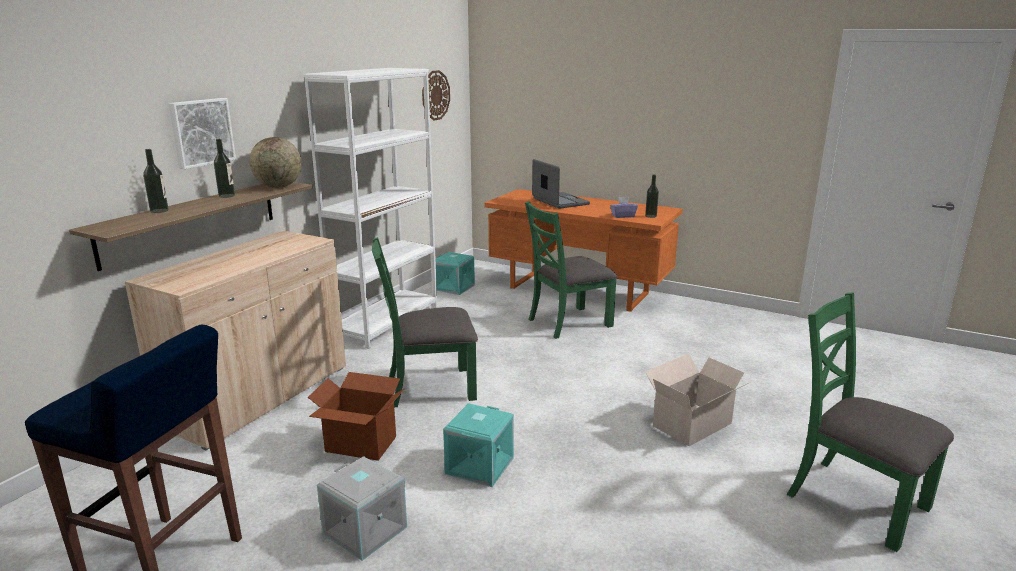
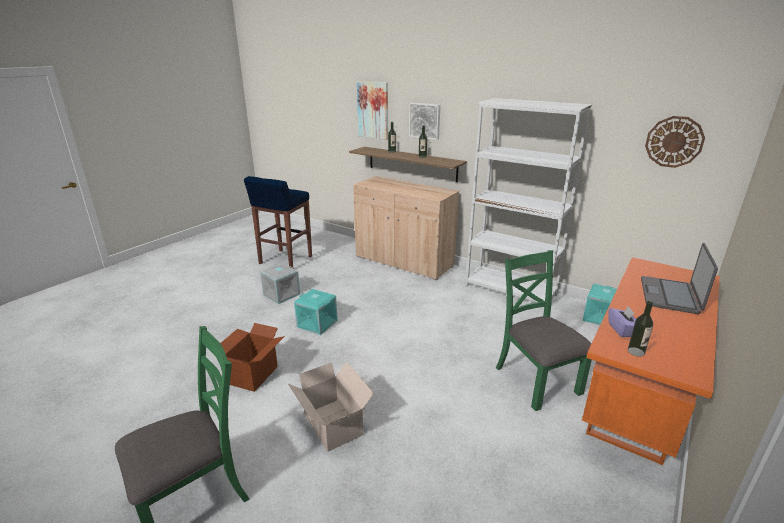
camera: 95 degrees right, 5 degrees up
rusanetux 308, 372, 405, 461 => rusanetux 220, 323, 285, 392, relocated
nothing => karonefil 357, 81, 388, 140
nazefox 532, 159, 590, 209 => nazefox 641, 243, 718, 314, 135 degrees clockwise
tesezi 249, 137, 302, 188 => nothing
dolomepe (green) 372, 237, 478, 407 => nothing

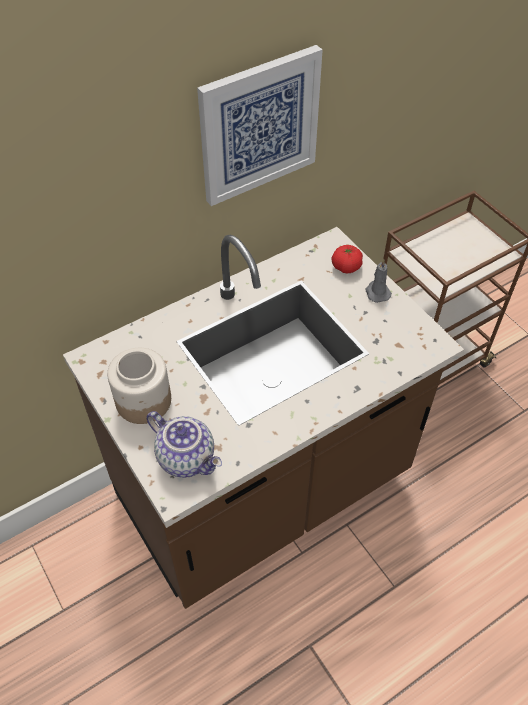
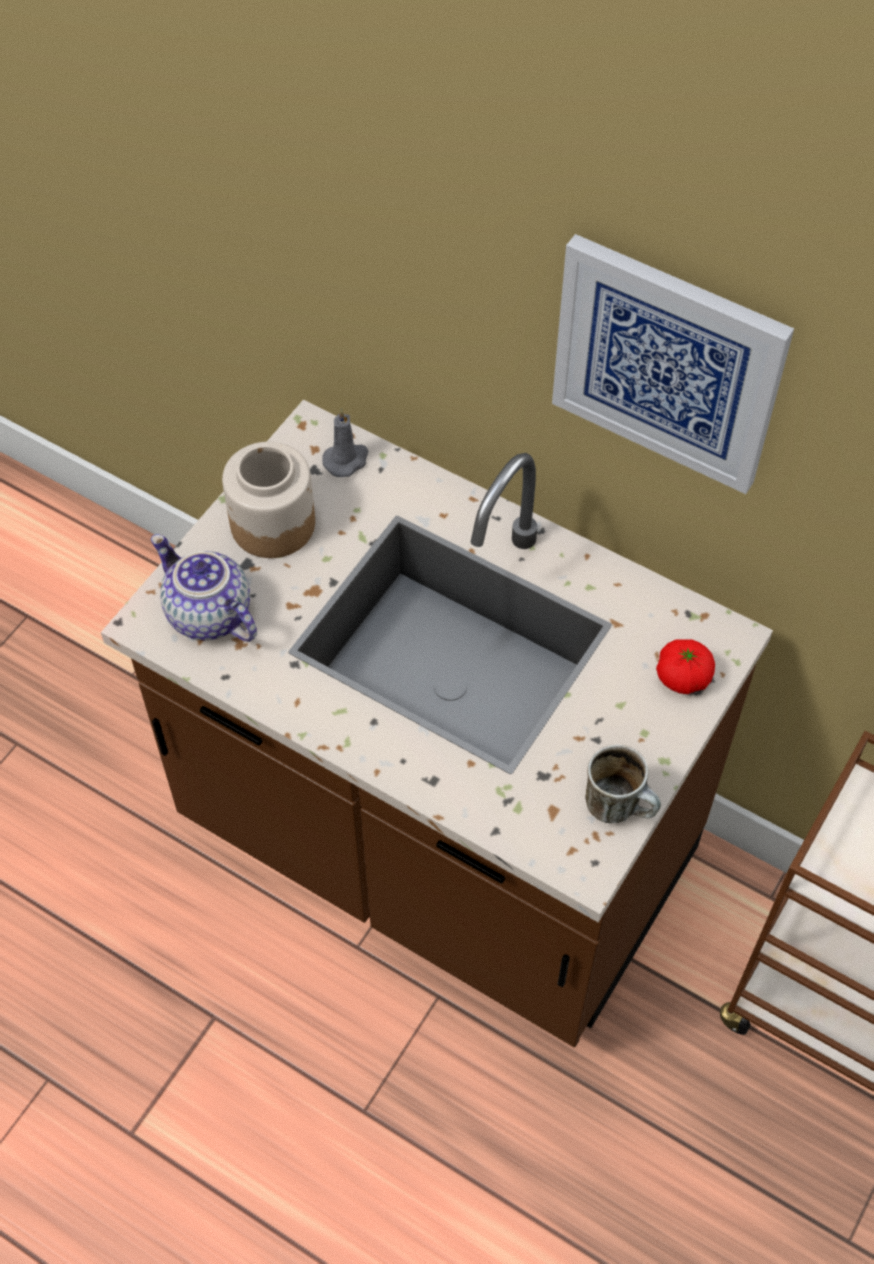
camera: 65 degrees right, 5 degrees up
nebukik 146, 411, 222, 478 => nebukik 151, 534, 257, 642, 120 degrees clockwise
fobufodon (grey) 366, 259, 392, 303 => fobufodon (grey) 322, 408, 369, 477, relocated
nothing => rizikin 585, 744, 661, 823

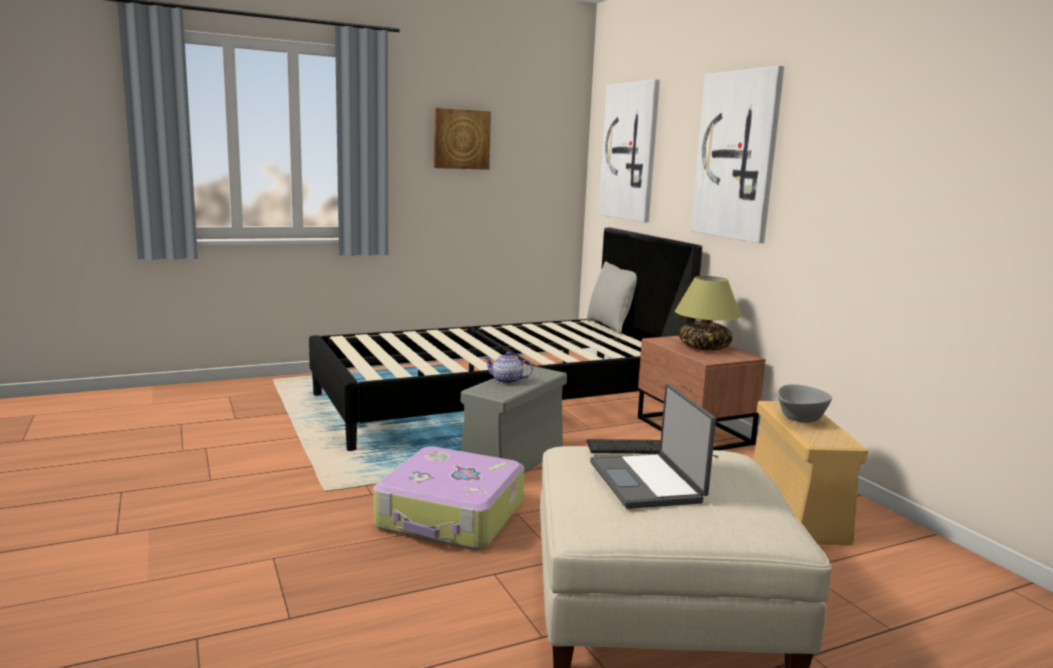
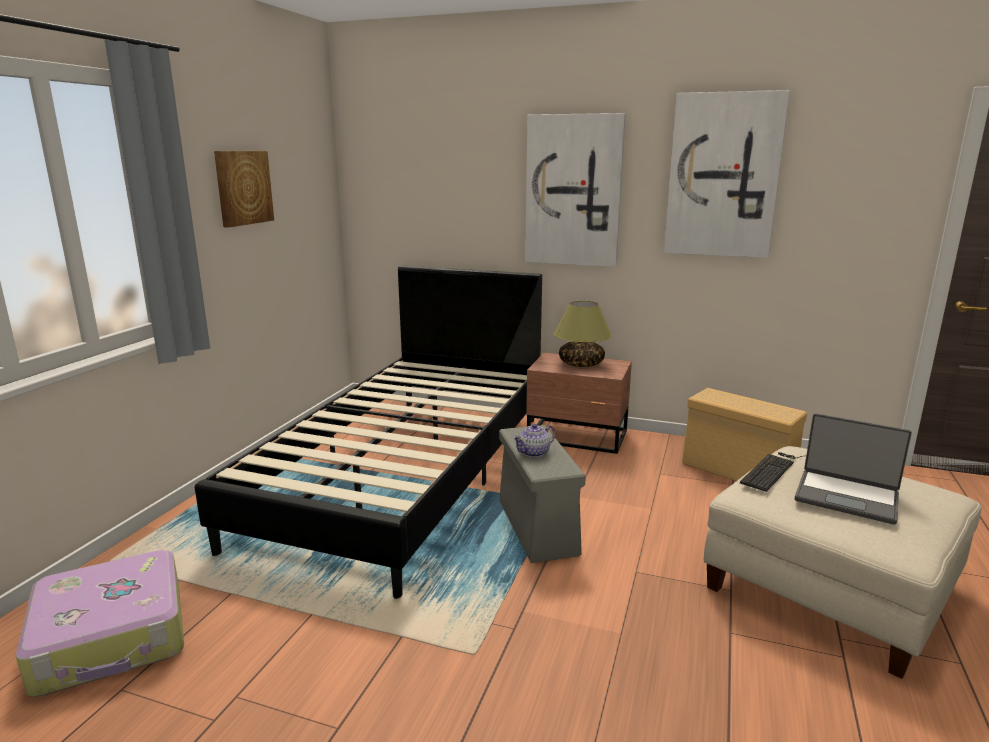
camera: 45 degrees left, 5 degrees up
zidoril 373, 446, 524, 549 => zidoril 16, 550, 184, 697, relocated
karonefil 598, 79, 660, 223 => karonefil 664, 90, 790, 258, relocated
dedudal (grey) 586, 261, 637, 334 => nothing
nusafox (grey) 777, 384, 832, 423 => nothing

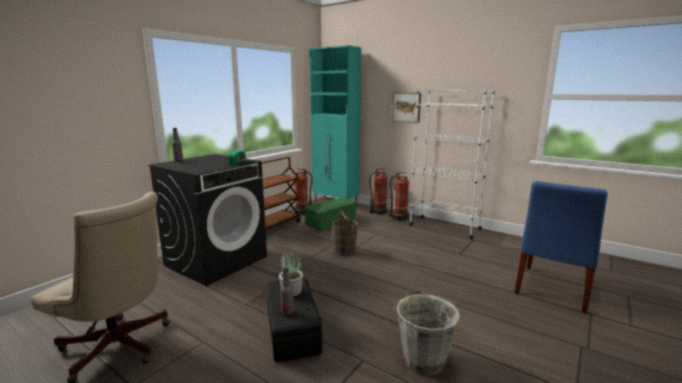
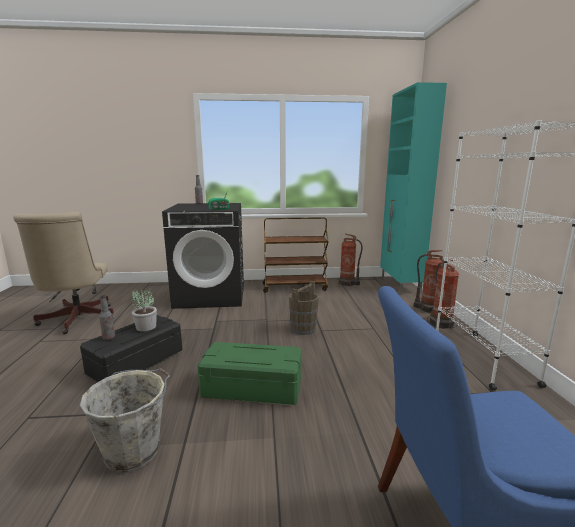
camera: 50 degrees right, 0 degrees up
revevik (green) 305, 197, 356, 231 => revevik (green) 197, 342, 301, 405, relocated
karonefil 392, 93, 421, 123 => nothing

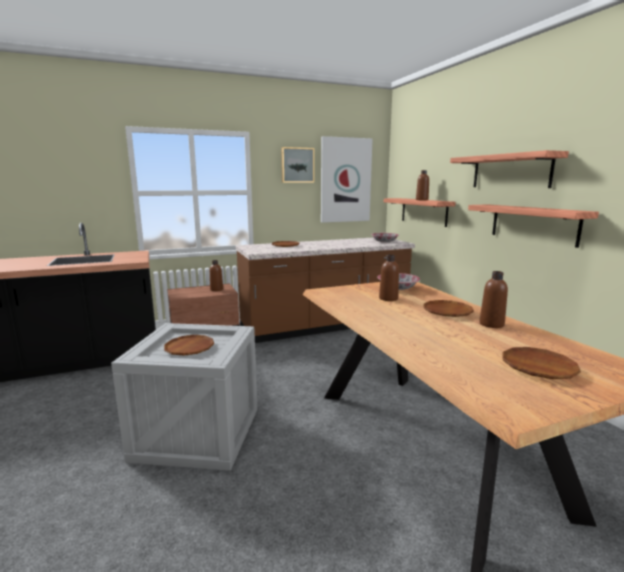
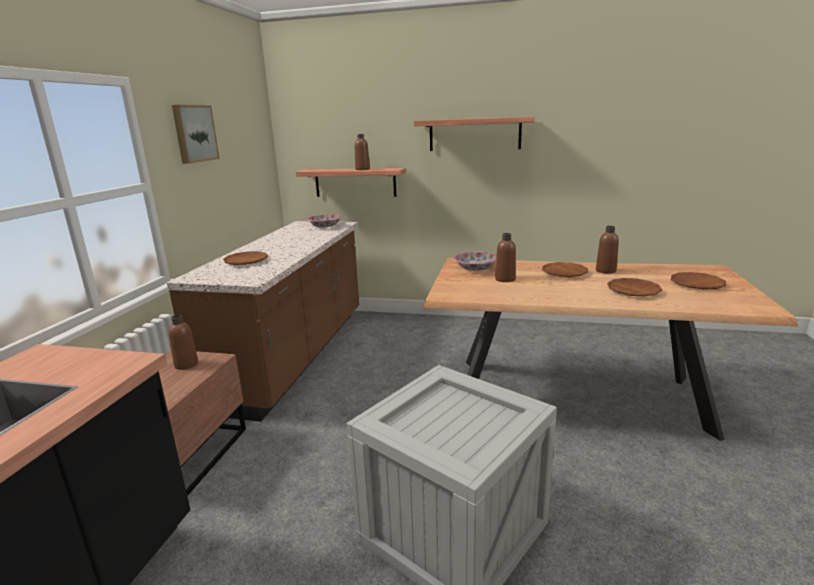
camera: 55 degrees left, 5 degrees up
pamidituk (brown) 164, 335, 214, 356 => pamidituk (brown) 607, 278, 662, 296, relocated
karonefil 321, 136, 373, 223 => nothing
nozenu 468, 204, 599, 248 => nothing

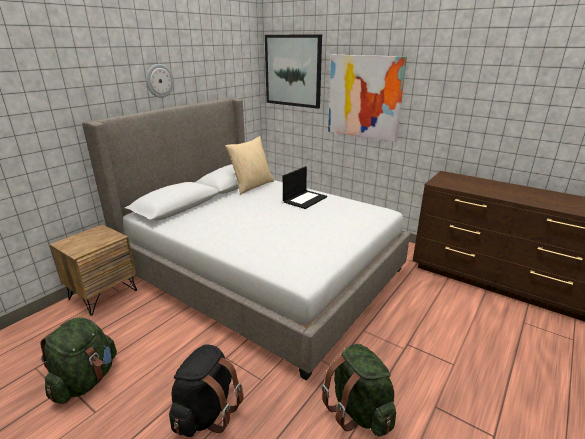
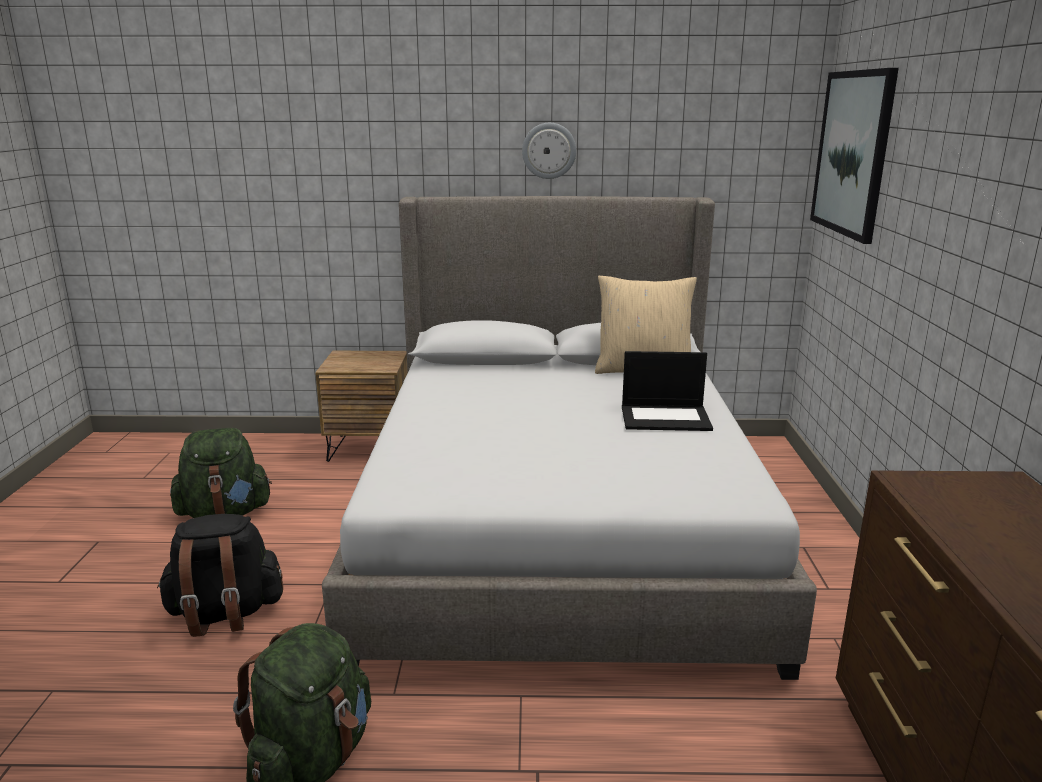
camera: 55 degrees right, 5 degrees down
karonefil 328, 55, 407, 142 => nothing

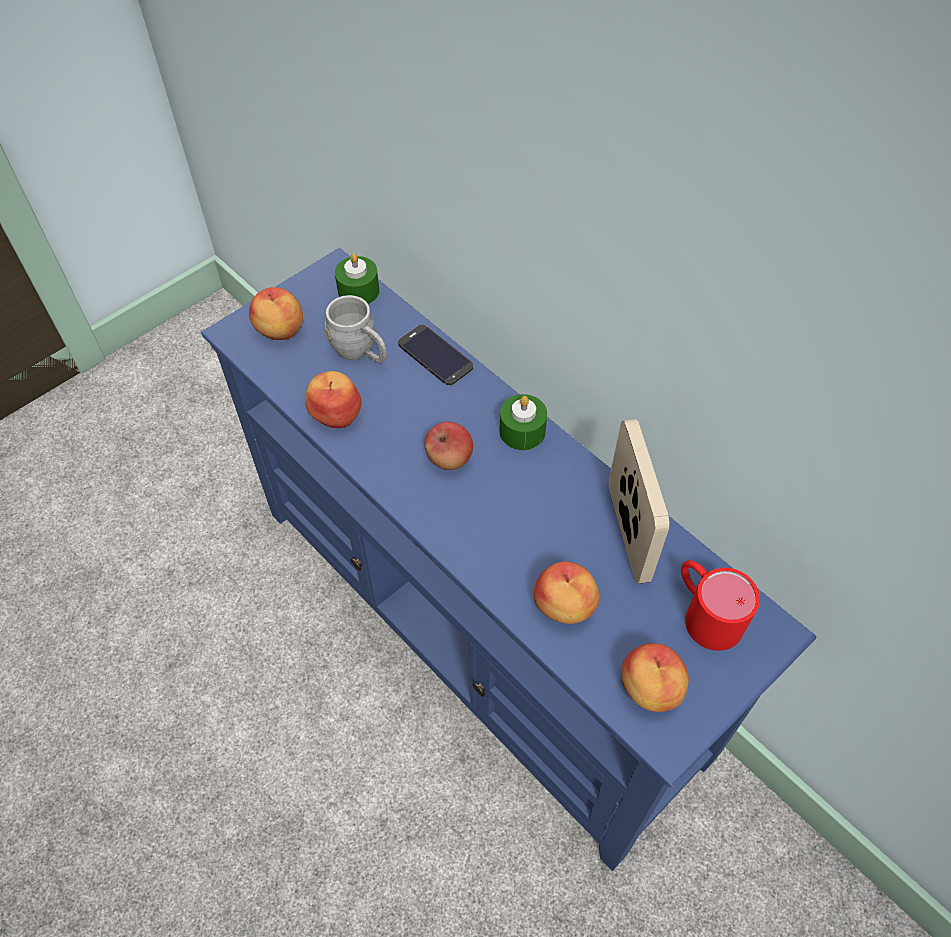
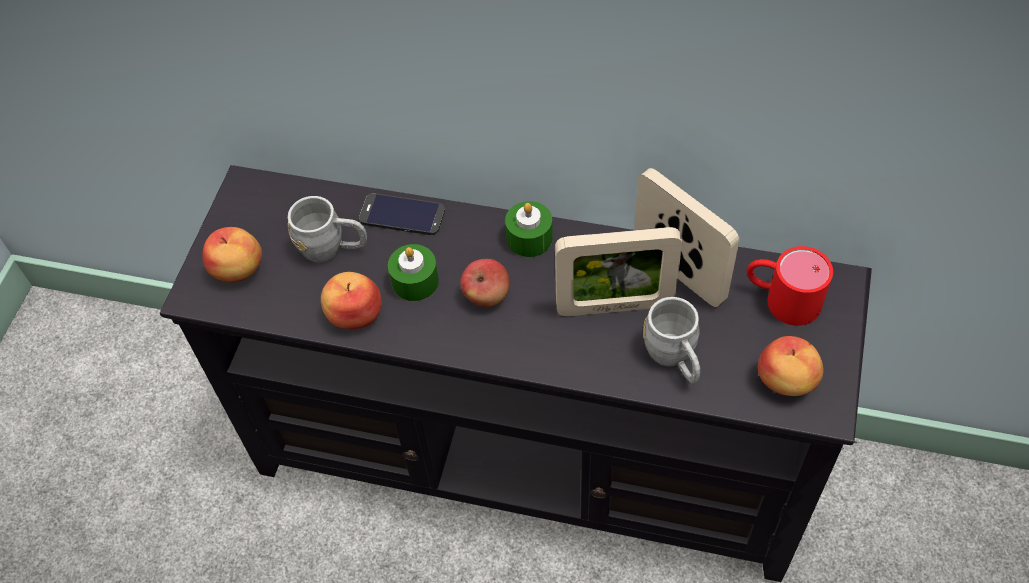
camera: 30 degrees left, 0 degrees up
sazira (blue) 201, 248, 816, 871 => sazira (black) 160, 165, 872, 582
fobufodon (green) 335, 253, 379, 304 => fobufodon (green) 388, 244, 439, 301, relocated
nothing => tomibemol 555, 227, 682, 316
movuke 534, 561, 599, 624 => rizikin (grey) 643, 297, 700, 384

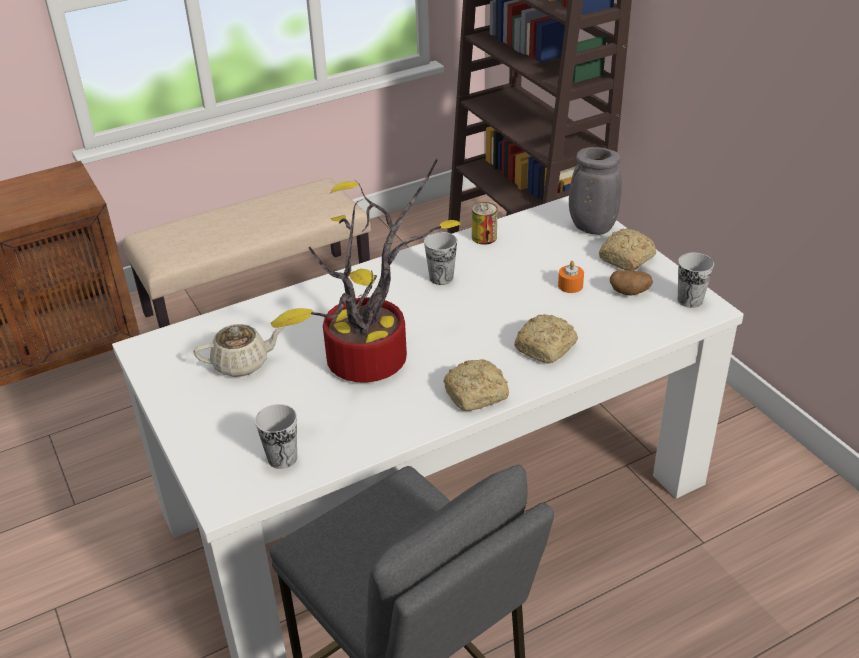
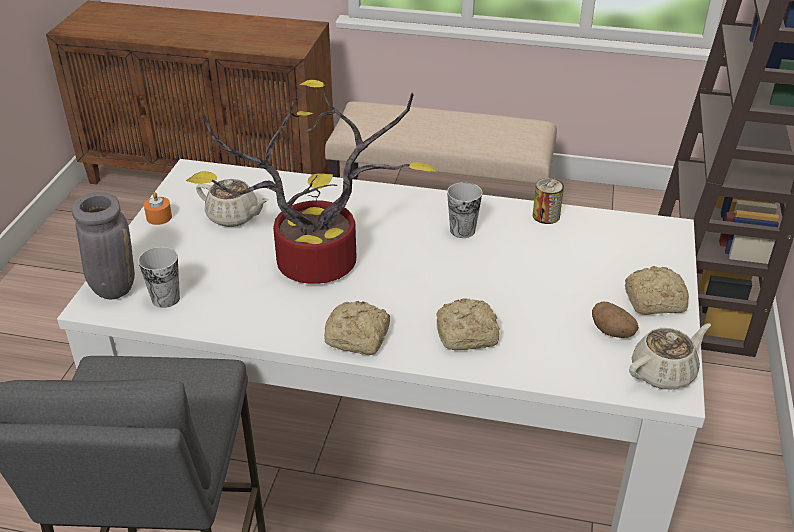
camera: 40 degrees right, 0 degrees up
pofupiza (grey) 569, 147, 622, 235 => pofupiza (grey) 71, 192, 135, 300, relocated
fobufodon (orange) 558, 261, 584, 293 => fobufodon (orange) 144, 192, 172, 225, relocated
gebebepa 678, 253, 714, 308 => nebukik (beige) 629, 323, 711, 389

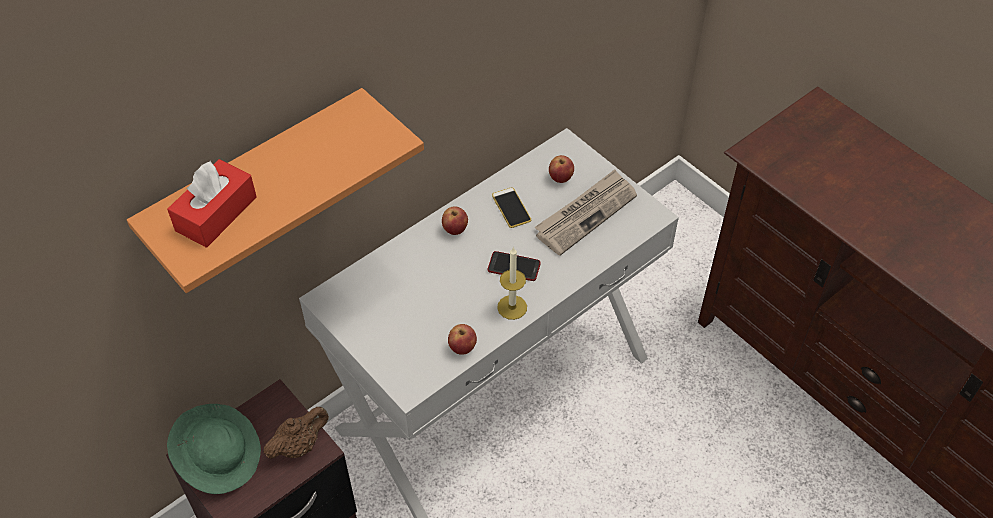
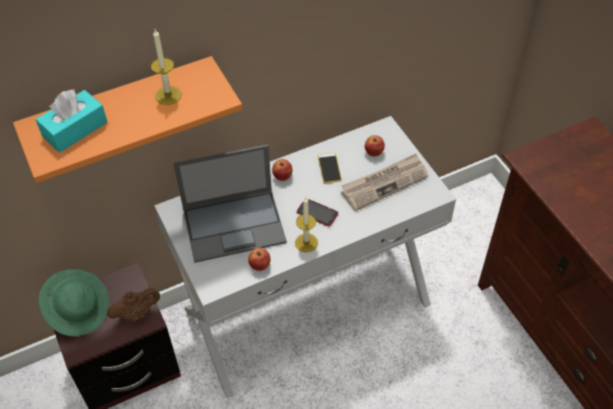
camera: 15 degrees right, 0 degrees up
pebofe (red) 167, 159, 257, 248 => pebofe (turquoise) 36, 89, 107, 153
nothing => fobufodon 151, 29, 182, 105
nothing => nazefox 173, 144, 287, 263

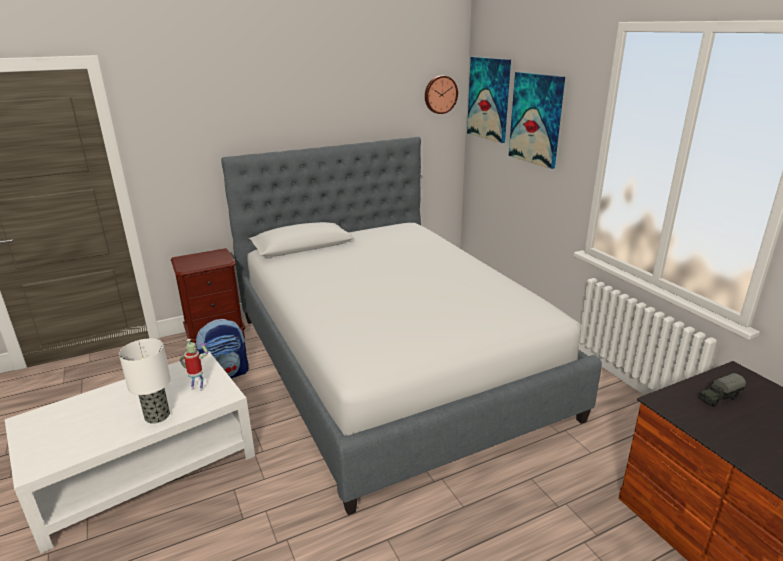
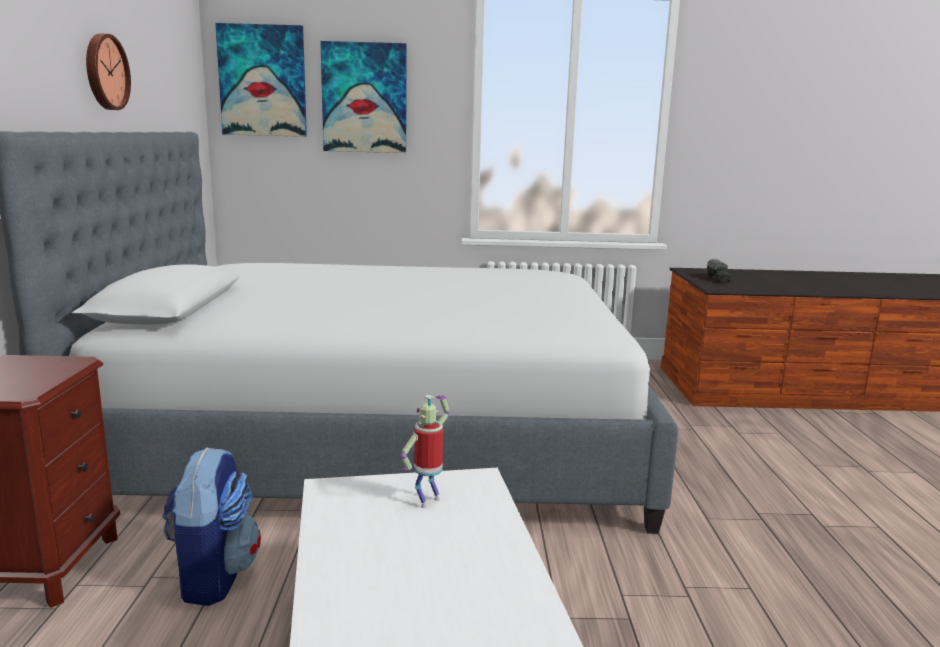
camera: 65 degrees left, 10 degrees down
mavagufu 425, 76, 458, 114 => mavagufu 86, 34, 131, 110, relocated
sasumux 119, 338, 171, 424 => nothing

